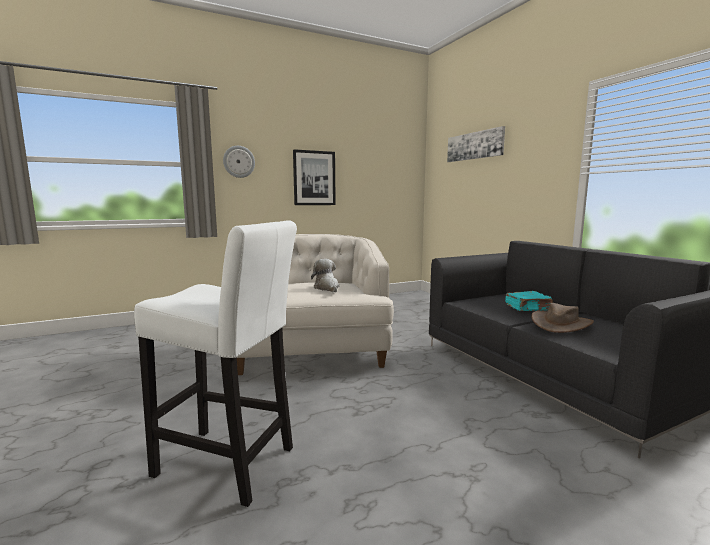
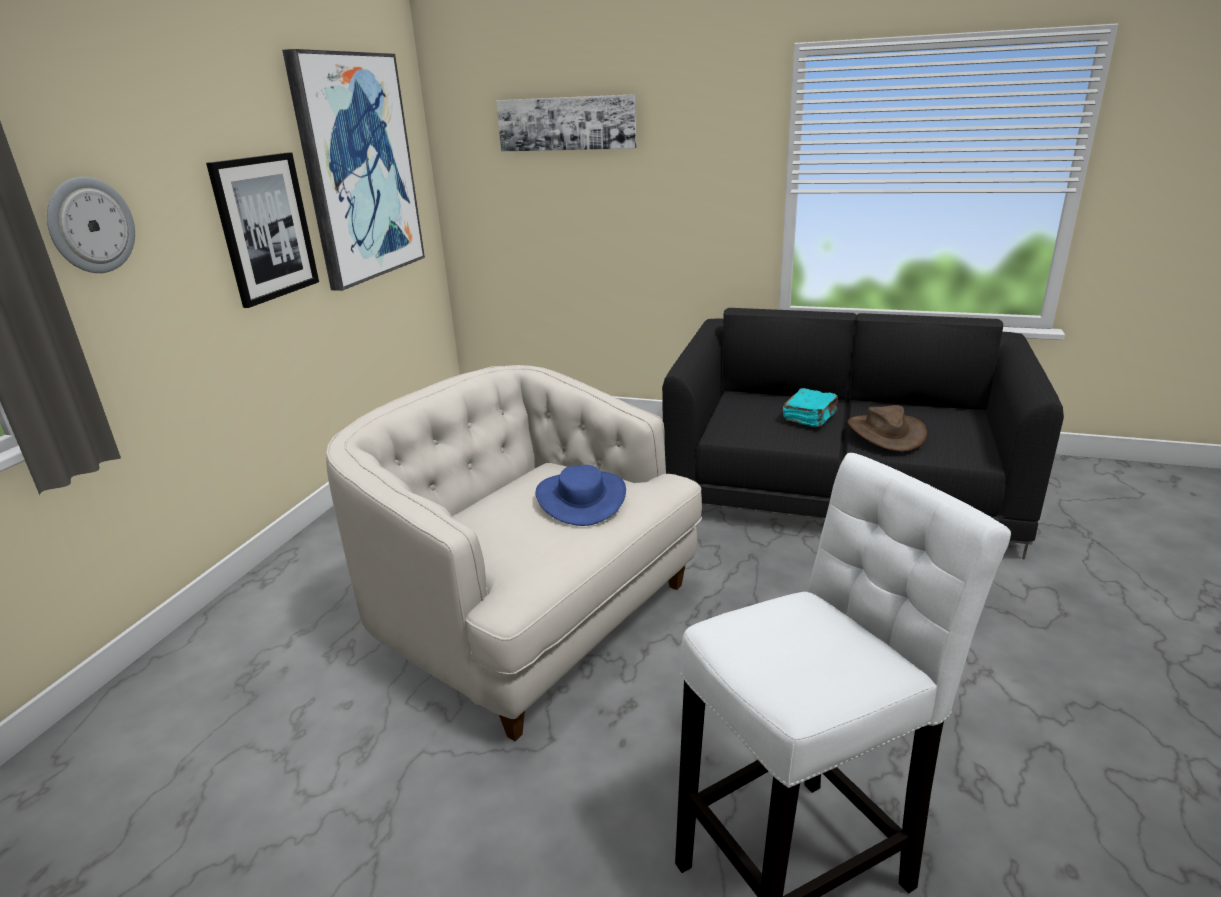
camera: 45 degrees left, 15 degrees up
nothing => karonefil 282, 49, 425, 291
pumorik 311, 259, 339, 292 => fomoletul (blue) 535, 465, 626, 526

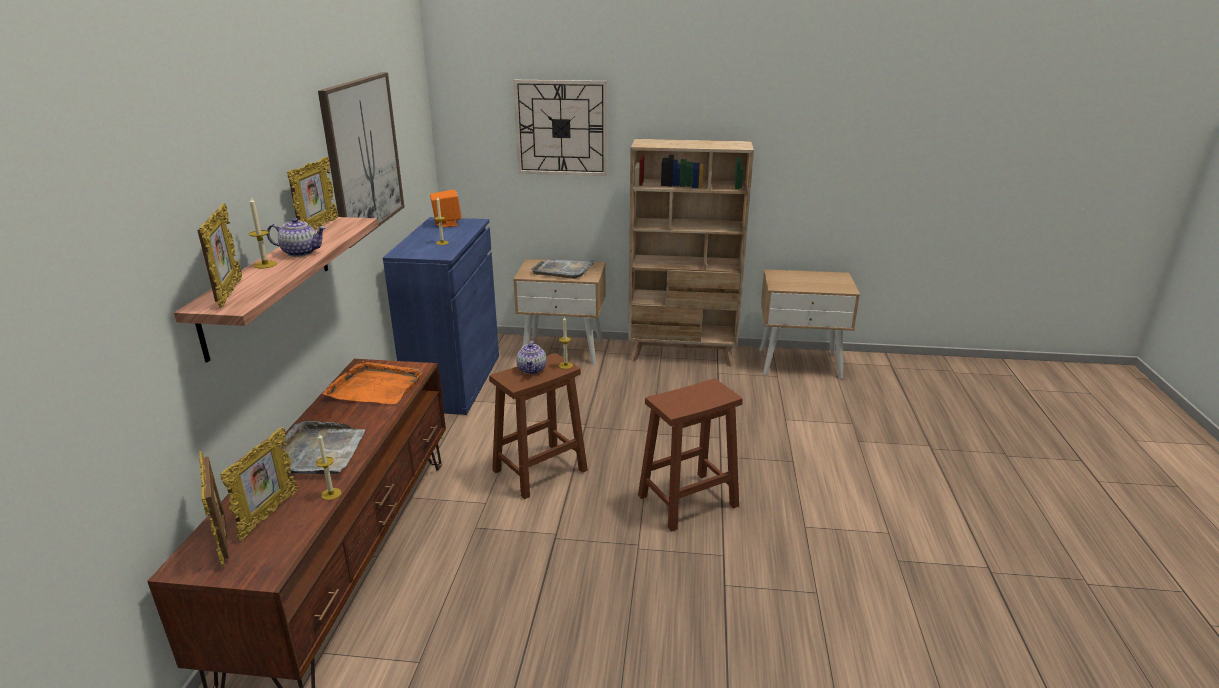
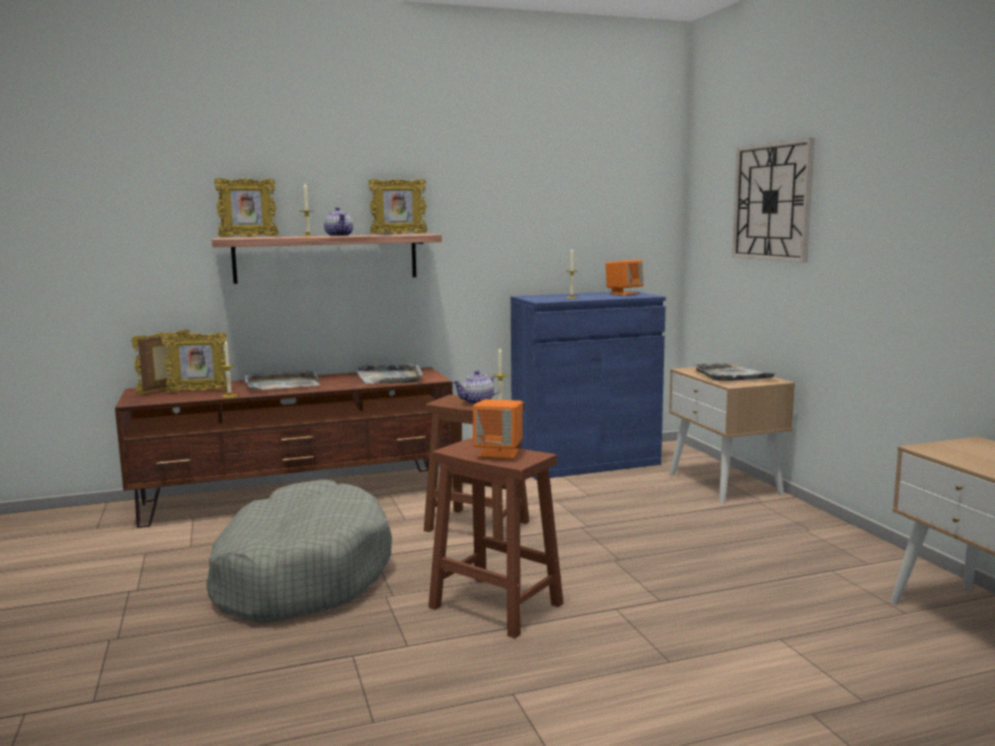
camera: 65 degrees right, 15 degrees down
nothing => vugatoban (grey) 206, 480, 392, 623
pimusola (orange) 323, 361, 422, 404 => pimusola (grey) 356, 363, 423, 384
nothing => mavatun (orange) 473, 399, 523, 459
karonefil 318, 73, 404, 248 => nothing
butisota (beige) 628, 139, 754, 367 => nothing

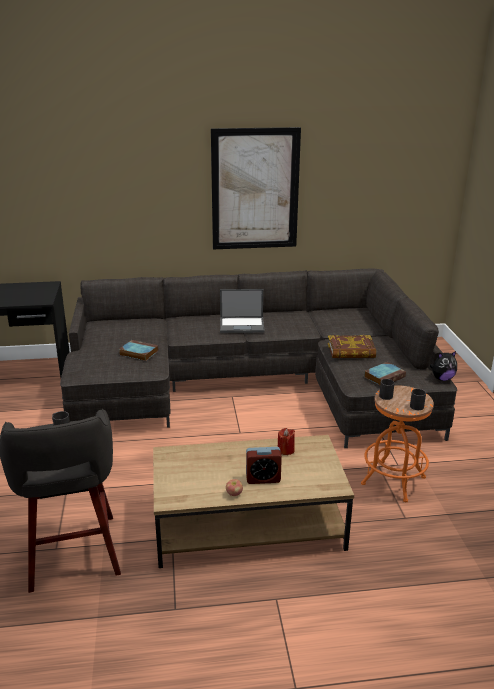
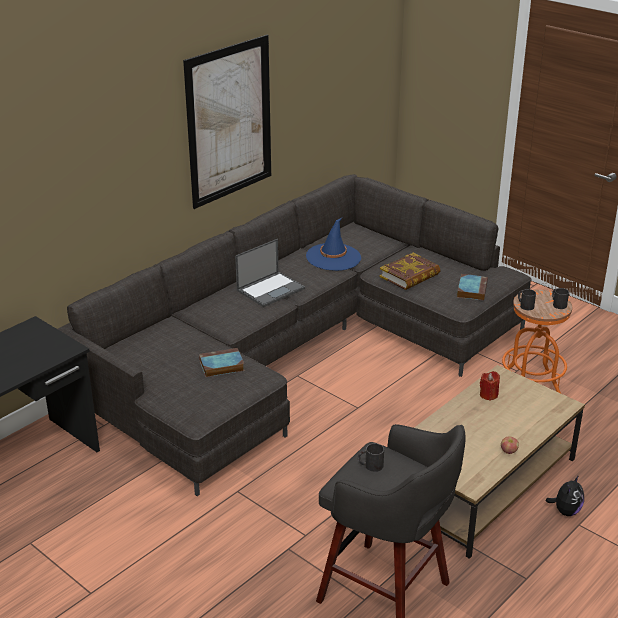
camera: 40 degrees left, 5 degrees up
nothing => fomoletul (blue) 306, 218, 361, 271
pumorik 430, 351, 457, 381 => pumorik 545, 475, 584, 516, relocated
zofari 246, 447, 282, 484 => nothing

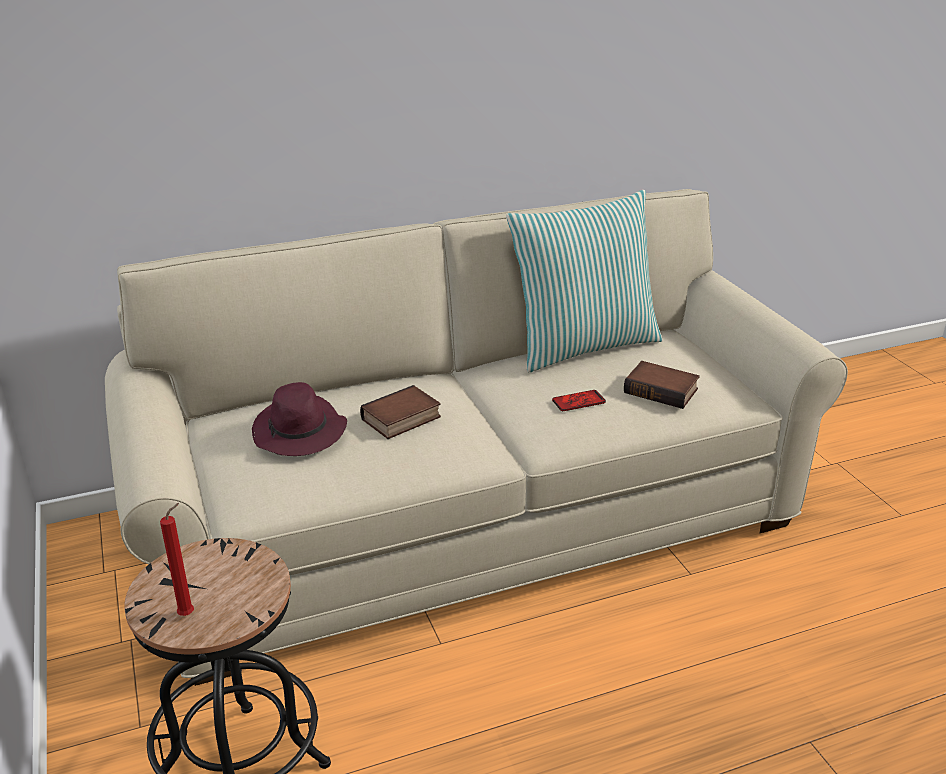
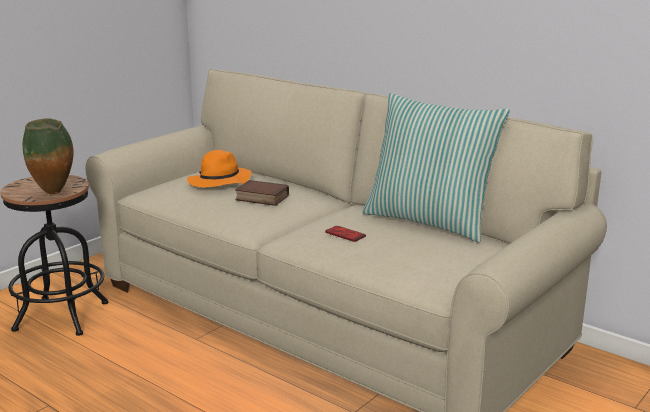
camera: 60 degrees right, 10 degrees down
nothing => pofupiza 23, 118, 74, 194
fomoletul (purple) 252, 382, 347, 456 => fomoletul (orange) 187, 150, 252, 187
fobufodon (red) 160, 503, 194, 616 => nothing
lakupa 624, 361, 700, 409 => nothing

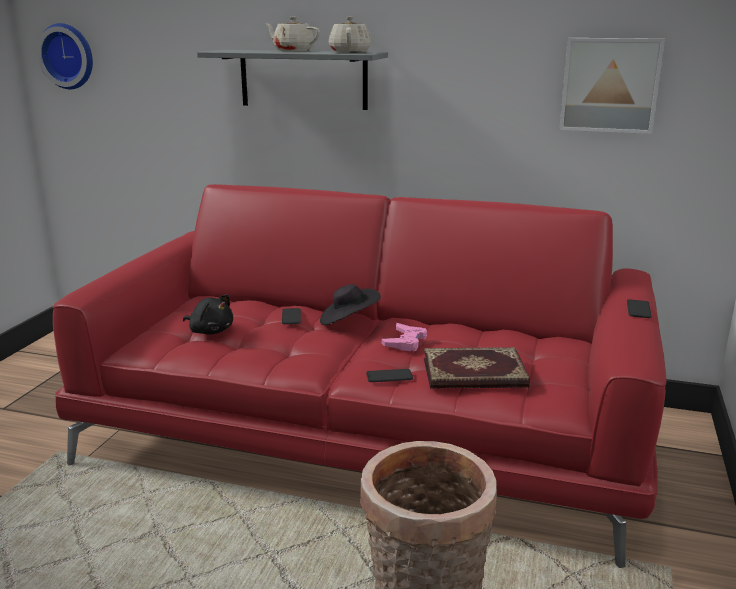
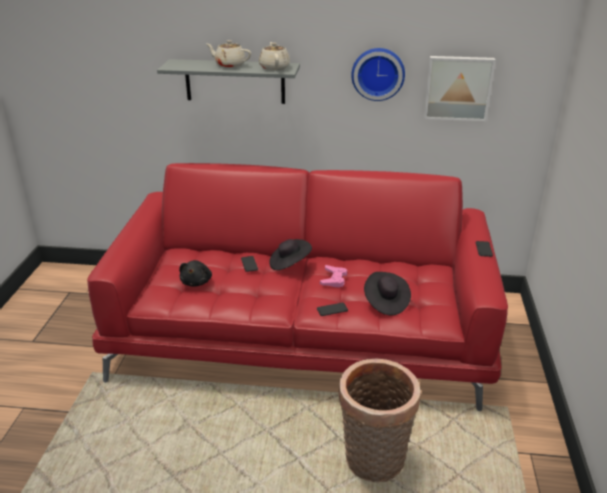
camera: 10 degrees left, 10 degrees up
pumorik (black) 183, 294, 233, 334 => pumorik (black) 179, 260, 212, 287, 75 degrees clockwise
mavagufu 37, 23, 93, 89 => mavagufu 351, 48, 405, 101, relocated
lakupa 424, 347, 530, 388 => fomoletul (black) 364, 272, 411, 315

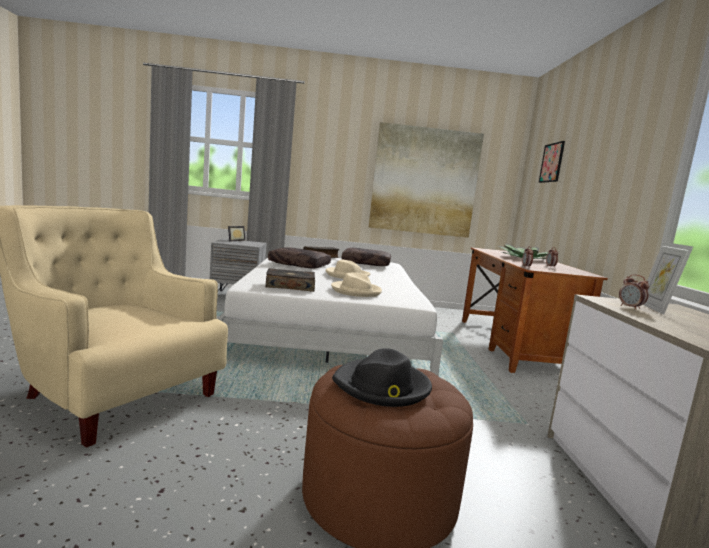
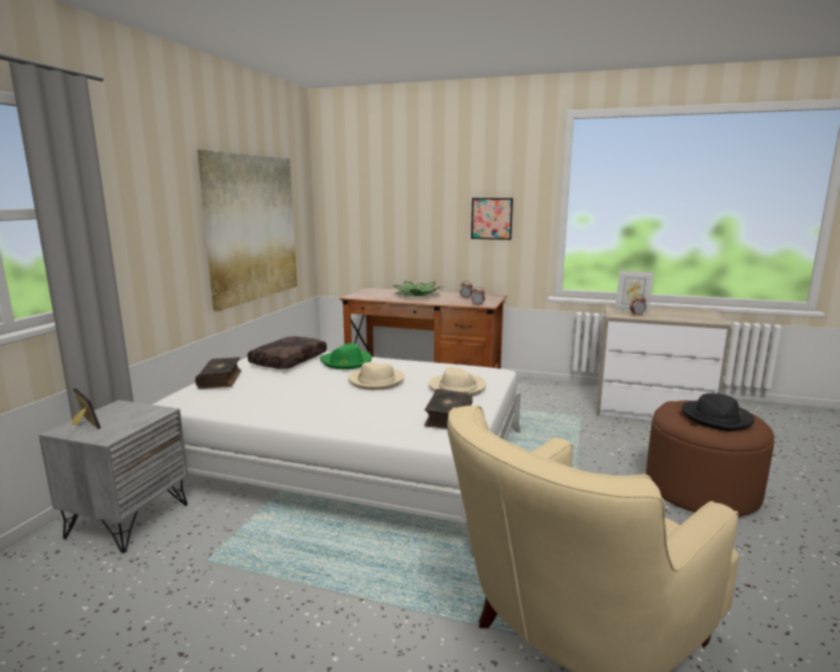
camera: 70 degrees left, 5 degrees up
nothing => fomoletul (green) 320, 343, 372, 369
karonefil 539, 141, 565, 183 => karonefil 471, 198, 513, 240, relocated
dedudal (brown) 268, 247, 331, 269 => nothing

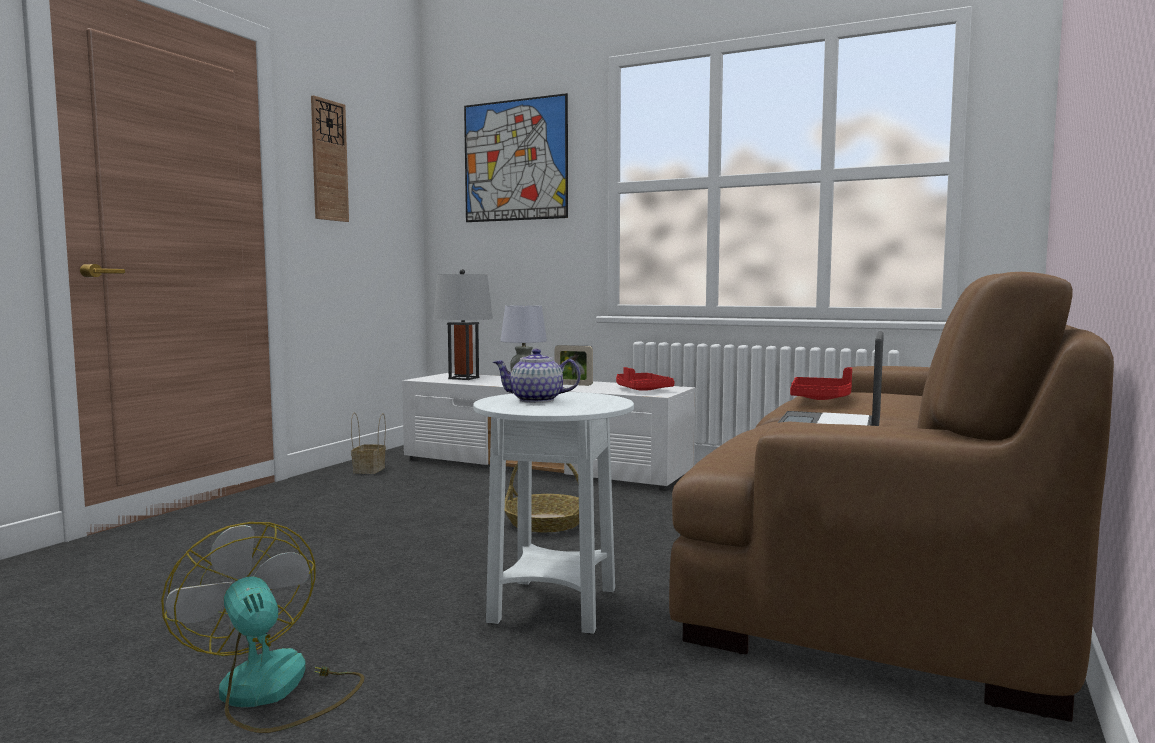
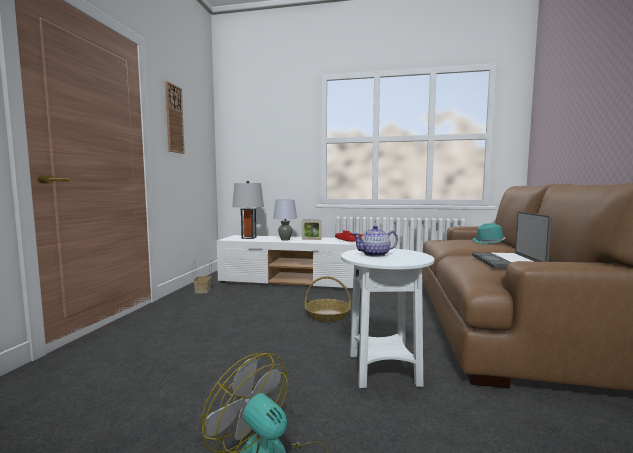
camera: 15 degrees left, 0 degrees up
nothing => fomoletul (turquoise) 472, 223, 505, 244
karonefil 464, 93, 568, 222 => nothing
pimusola (red) 790, 367, 852, 400 => nothing

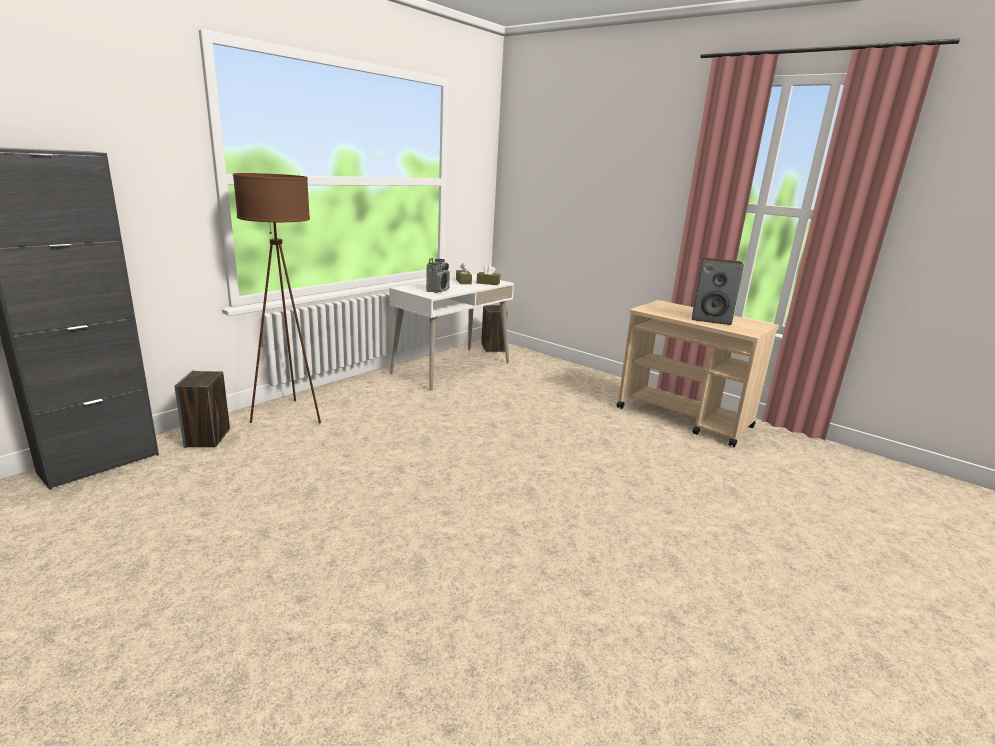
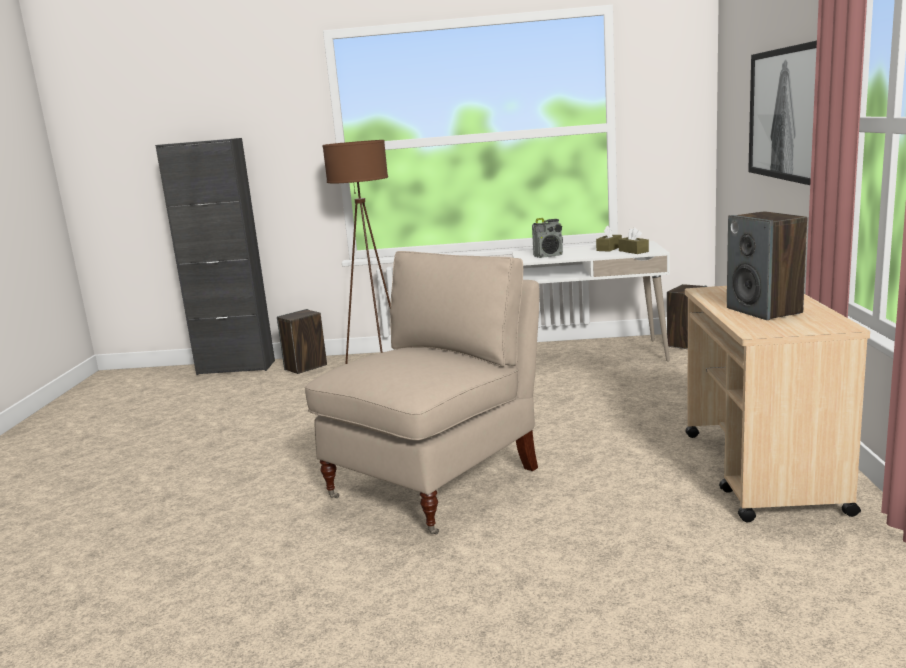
camera: 55 degrees right, 5 degrees down
nothing => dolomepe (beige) 305, 251, 540, 534
nothing => karonefil 748, 40, 817, 185

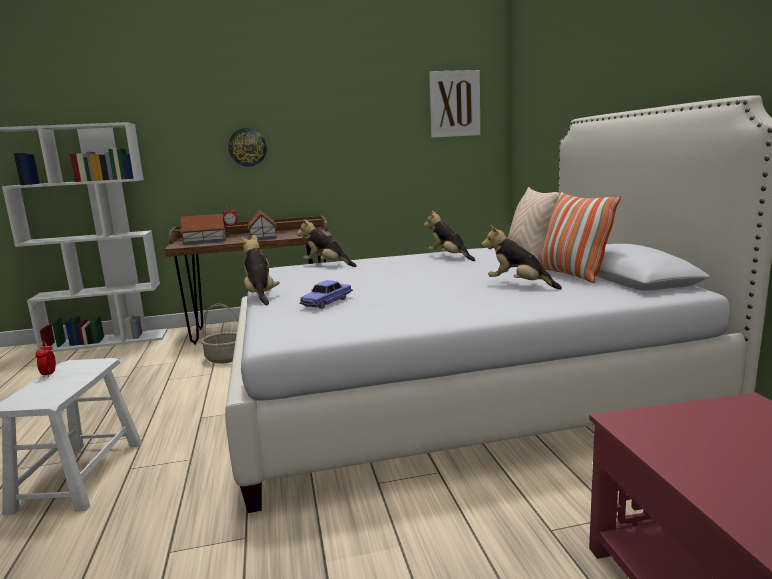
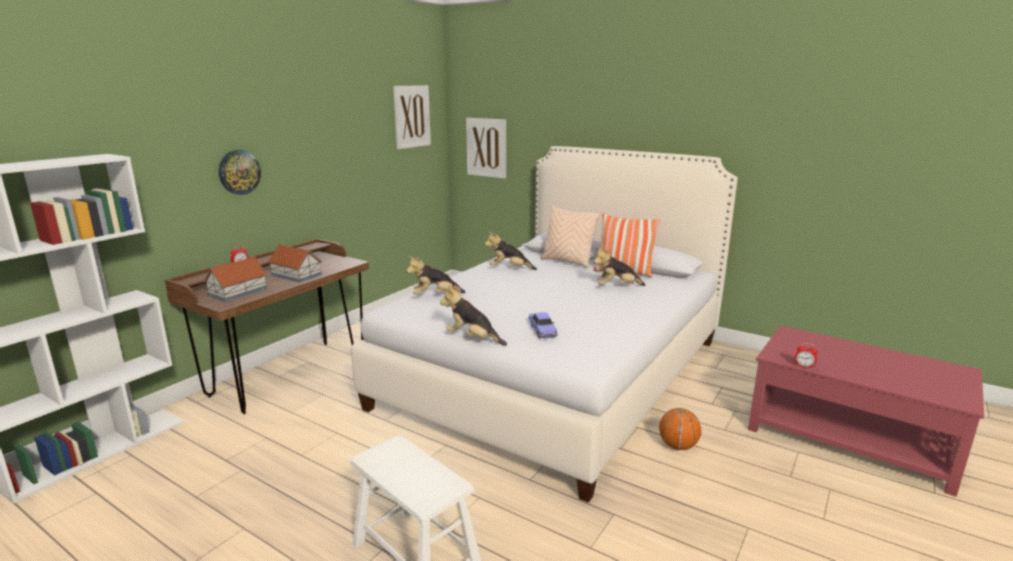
camera: 45 degrees left, 5 degrees up
nothing => karonefil 466, 118, 506, 179
nothing => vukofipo 659, 408, 702, 450
zofari 35, 342, 56, 378 => zofari 795, 342, 818, 369, relocated
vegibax 201, 304, 239, 364 => nothing

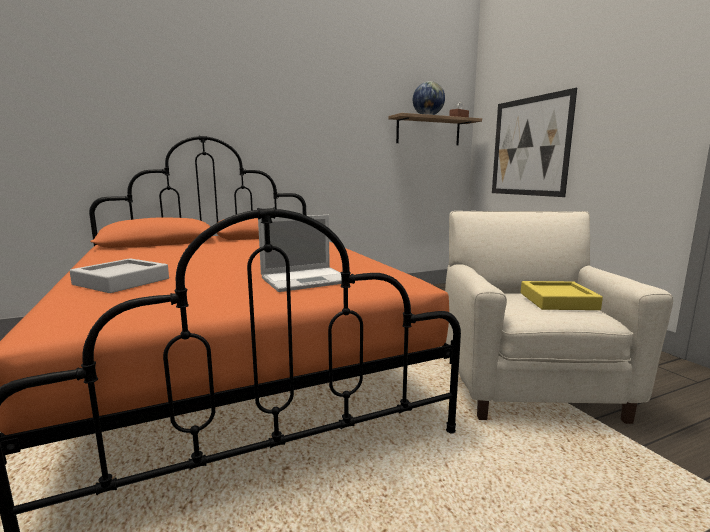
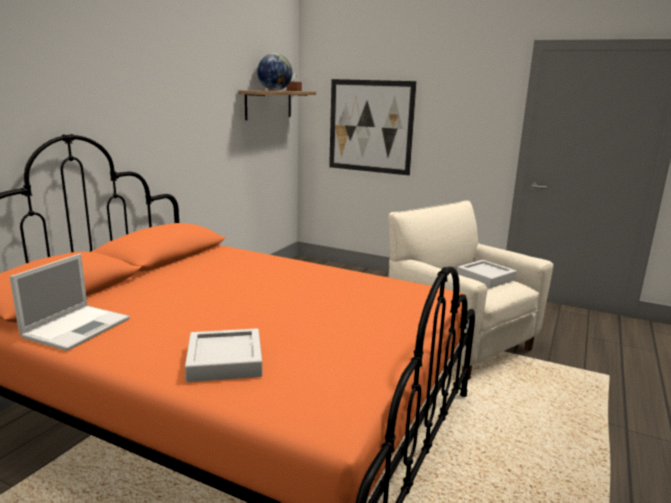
camera: 40 degrees left, 5 degrees up
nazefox 258, 215, 341, 292 => nazefox 10, 254, 130, 351, relocated
pimusola (yellow) 521, 281, 603, 310 => pimusola (grey) 457, 260, 517, 288

